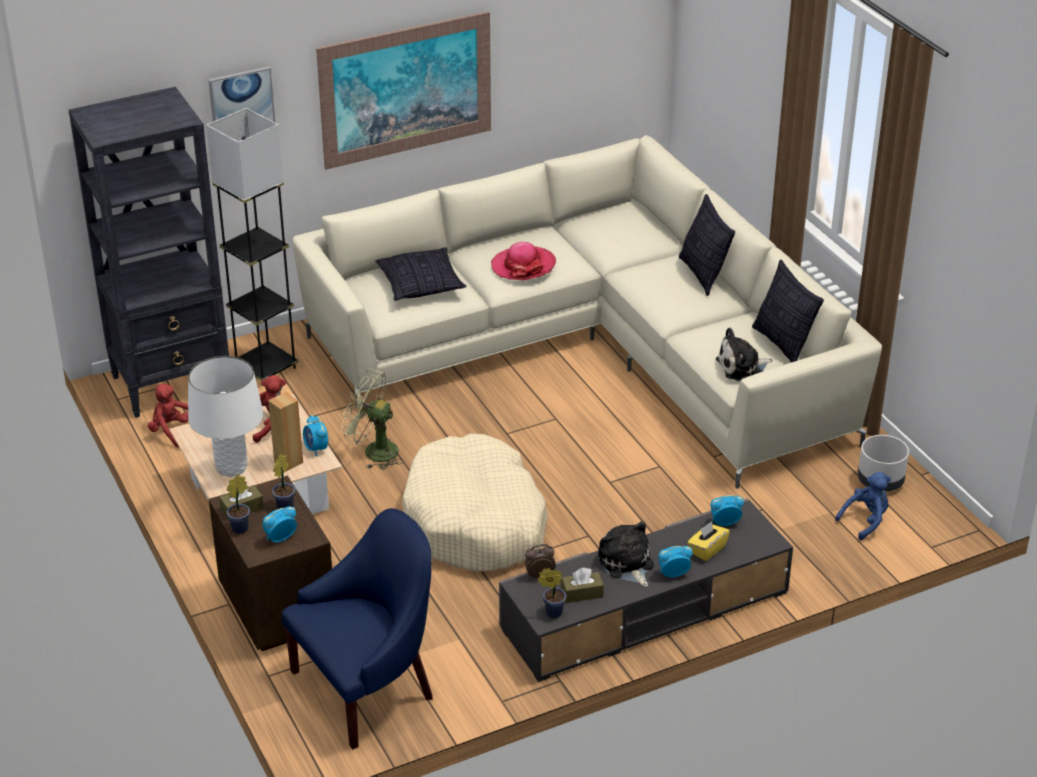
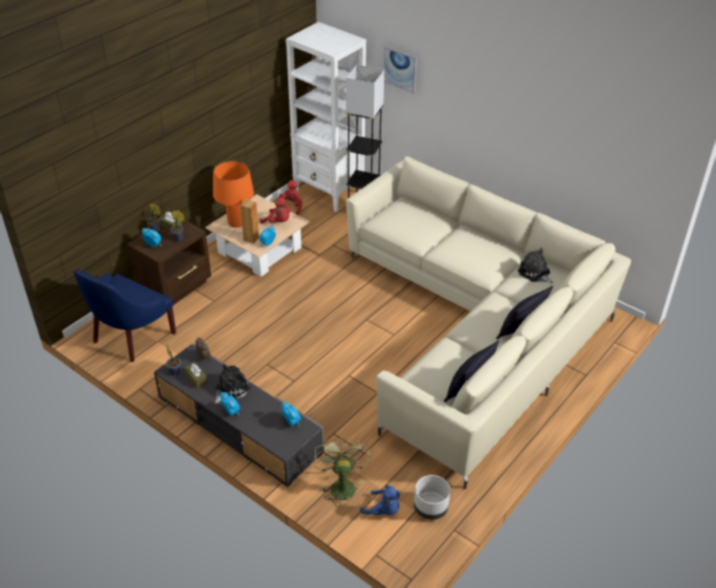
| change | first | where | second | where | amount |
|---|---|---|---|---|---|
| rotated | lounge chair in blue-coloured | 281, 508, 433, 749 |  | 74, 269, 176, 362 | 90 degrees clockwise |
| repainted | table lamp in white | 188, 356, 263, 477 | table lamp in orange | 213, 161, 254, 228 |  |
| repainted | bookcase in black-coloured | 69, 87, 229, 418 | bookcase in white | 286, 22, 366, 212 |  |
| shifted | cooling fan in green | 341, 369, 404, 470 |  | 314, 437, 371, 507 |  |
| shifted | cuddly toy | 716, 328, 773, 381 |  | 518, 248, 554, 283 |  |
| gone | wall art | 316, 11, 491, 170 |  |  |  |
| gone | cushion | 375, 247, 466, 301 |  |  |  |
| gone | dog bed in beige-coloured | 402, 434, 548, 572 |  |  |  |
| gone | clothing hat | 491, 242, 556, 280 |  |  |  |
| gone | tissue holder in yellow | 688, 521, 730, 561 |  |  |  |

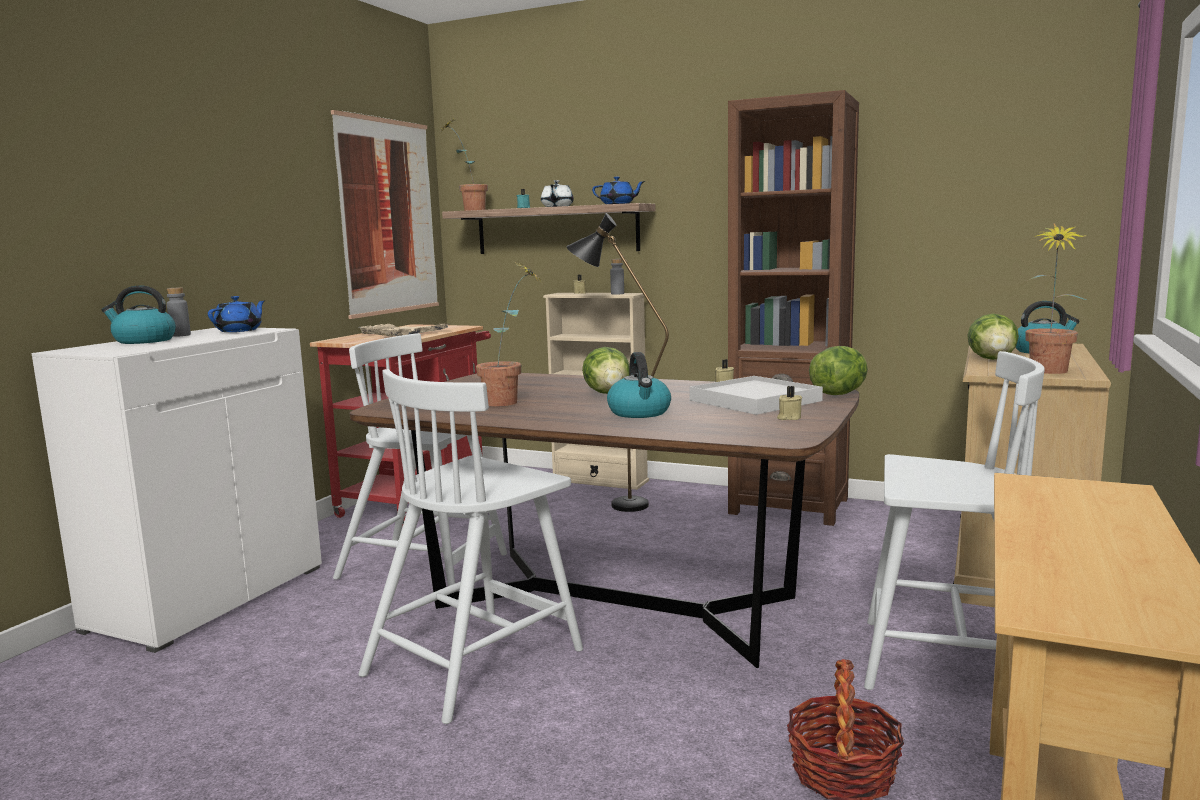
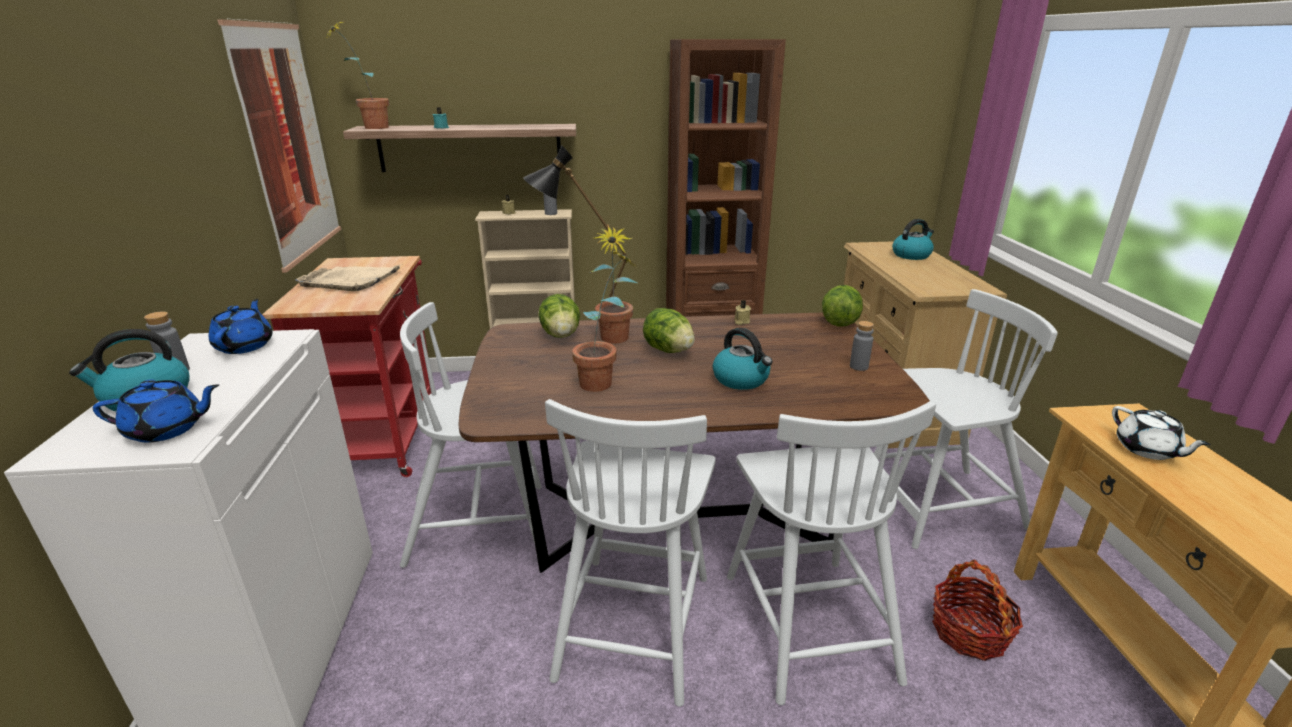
| change | first | where | second | where | amount |
|---|---|---|---|---|---|
| shifted | teapot in blue-coloured | 592, 177, 645, 204 |  | 93, 380, 219, 442 |  |
| shifted | lettuce head | 967, 314, 1019, 360 |  | 538, 294, 580, 338 |  |
| shifted | houseplant | 1025, 223, 1087, 374 |  | 591, 224, 638, 343 |  |
| new |  |  | upright chair in white | 727, 401, 936, 705 |  |
| swapped | candle in beige-coloured | 777, 386, 802, 420 | beverage bottle in gray | 850, 321, 874, 371 |  |
| shifted | teapot in white | 541, 180, 574, 207 |  | 1112, 406, 1211, 460 |  |
| gone | serving tray in white | 689, 376, 823, 415 |  |  |  |

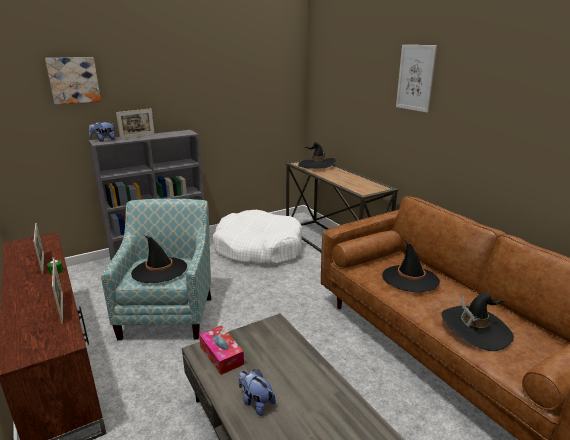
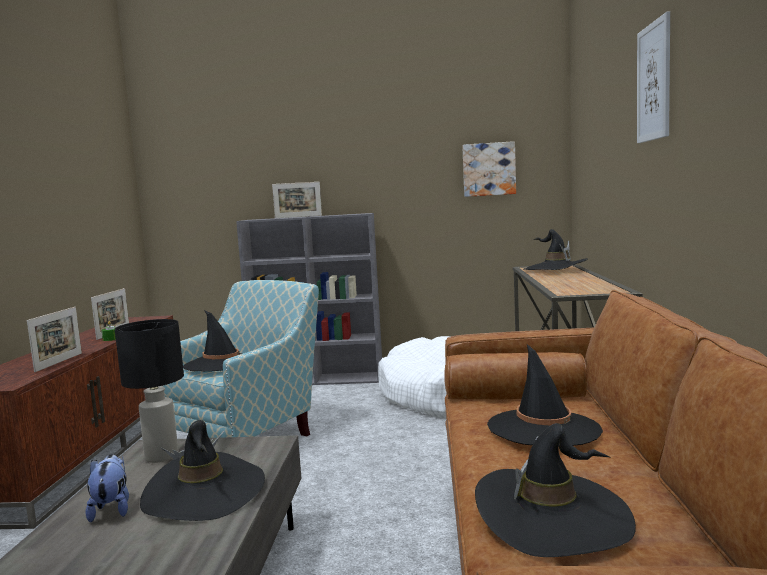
| change | first | where | second | where | amount |
|---|---|---|---|---|---|
| swapped | tissue holder | 199, 325, 244, 375 | table lamp in black-coloured | 115, 319, 184, 463 |  |
| new |  |  | clothing hat in black-coloured | 140, 420, 265, 521 |  |
| shifted | wall art | 45, 57, 101, 105 |  | 462, 141, 516, 197 |  |
| gone | cuddly toy | 89, 121, 115, 142 |  |  |  |

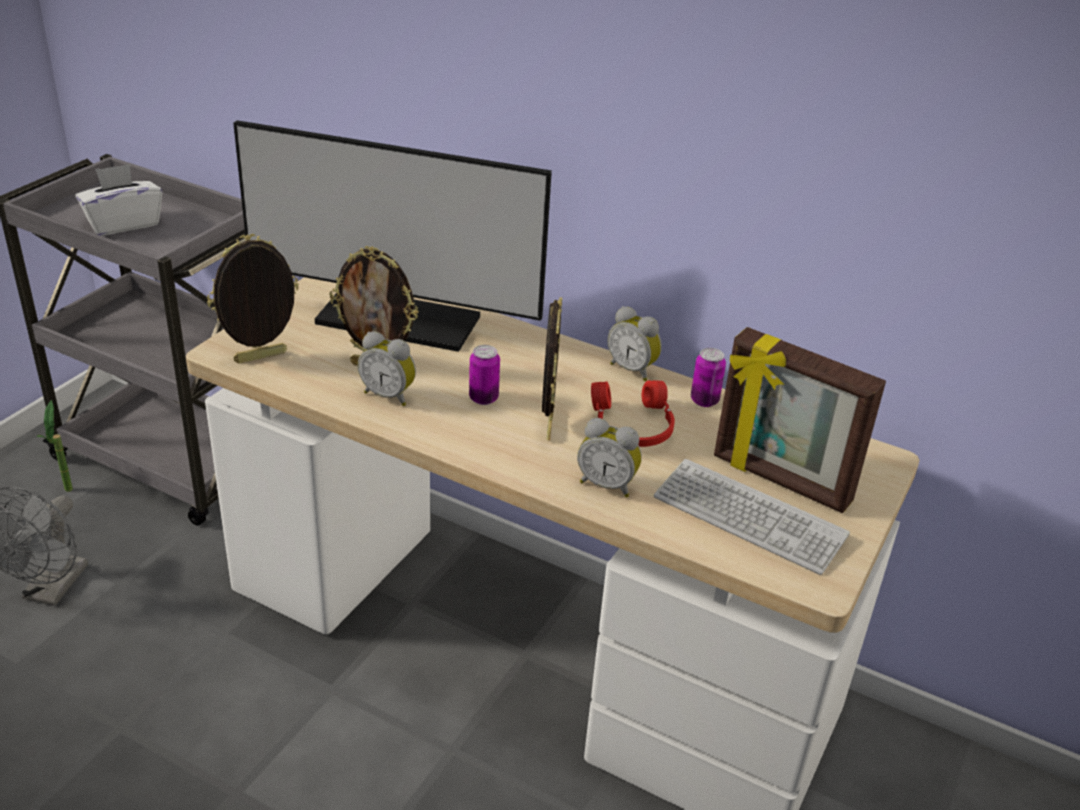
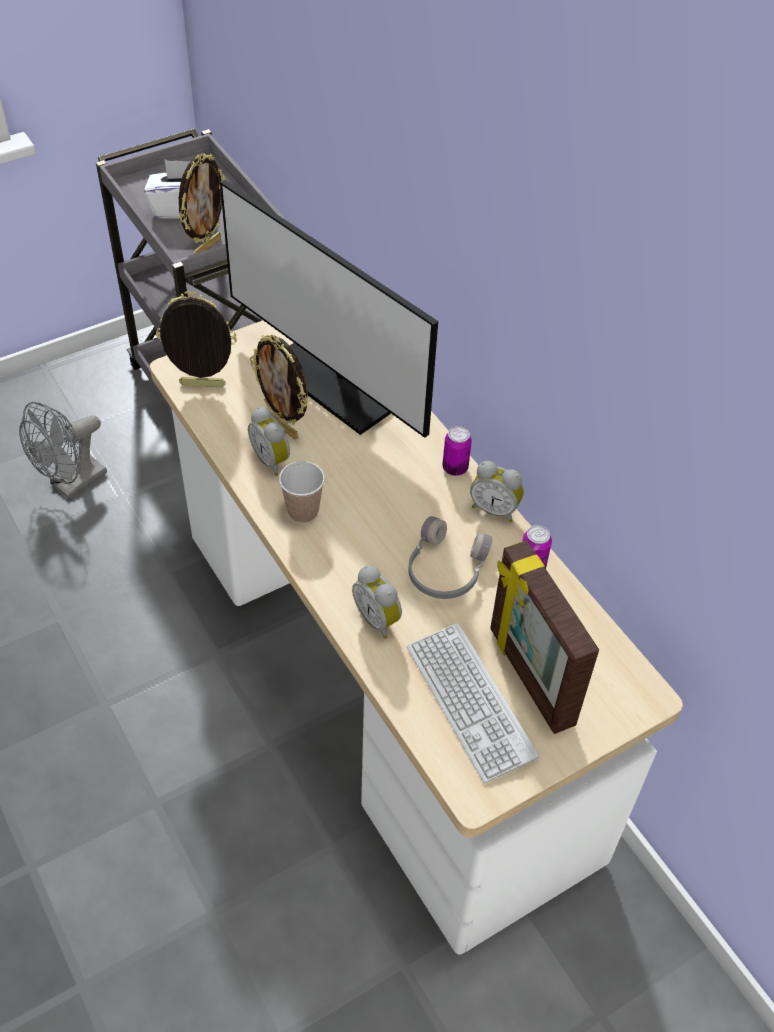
| change | first | where | second | where | amount |
|---|---|---|---|---|---|
| shifted | photo frame | 542, 297, 562, 441 |  | 179, 153, 226, 254 |  |
| new |  |  | small cup | 279, 461, 325, 523 |  |
| repainted | pair of headphones in red-coloured | 591, 380, 675, 447 | pair of headphones in gray | 408, 516, 492, 599 |  |
| shifted | can | 469, 345, 500, 405 |  | 442, 426, 472, 476 |  |
| rotated | alarm clock | 608, 306, 662, 381 |  | 470, 461, 524, 522 | 45 degrees counterclockwise |
| gone | houseplant | 36, 400, 73, 492 |  |  |  |

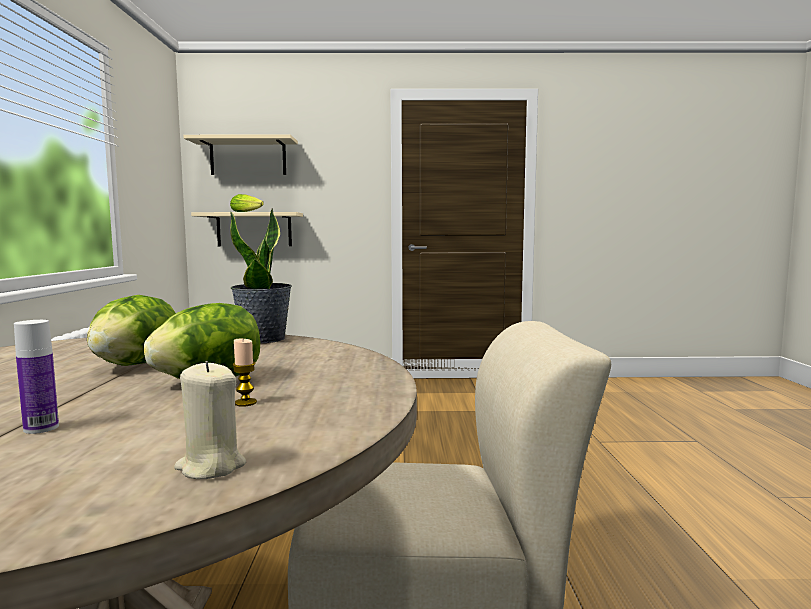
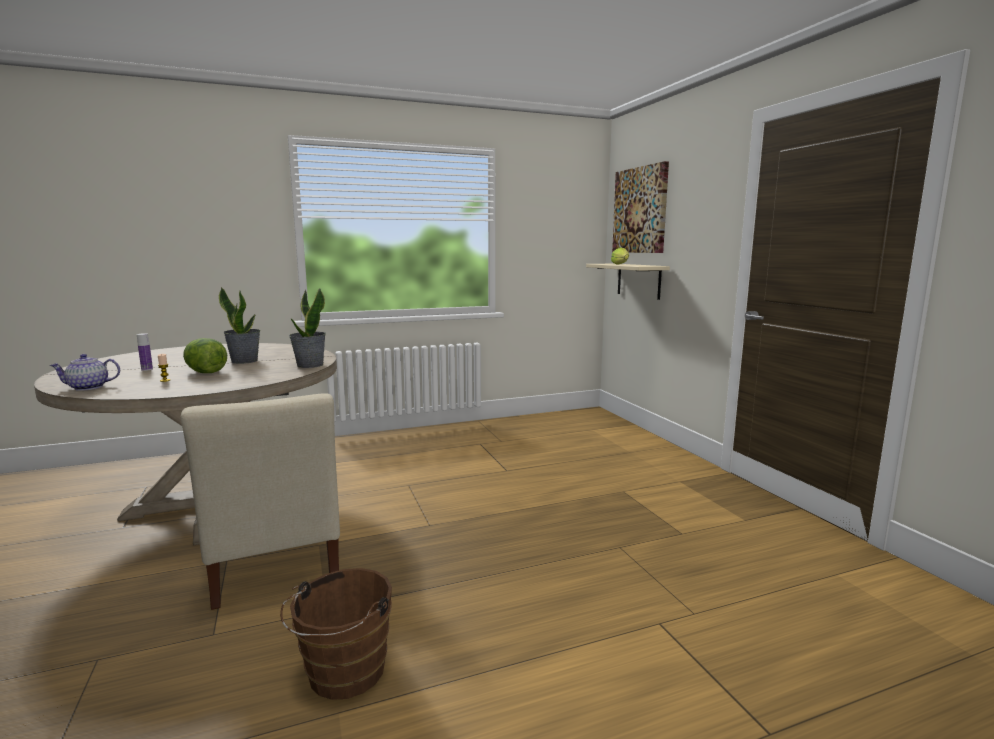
| change | first | where | second | where | amount |
|---|---|---|---|---|---|
| swapped | candle in beige-coloured | 174, 361, 246, 479 | teapot | 50, 354, 120, 391 |  |
| swapped | lettuce head | 87, 295, 176, 366 | houseplant | 219, 287, 260, 364 |  |
| new |  |  | bucket in brownish | 280, 568, 392, 700 |  |
| swapped | wall shelf in beige-coloured | 184, 134, 298, 175 | wall art | 612, 161, 669, 253 |  |

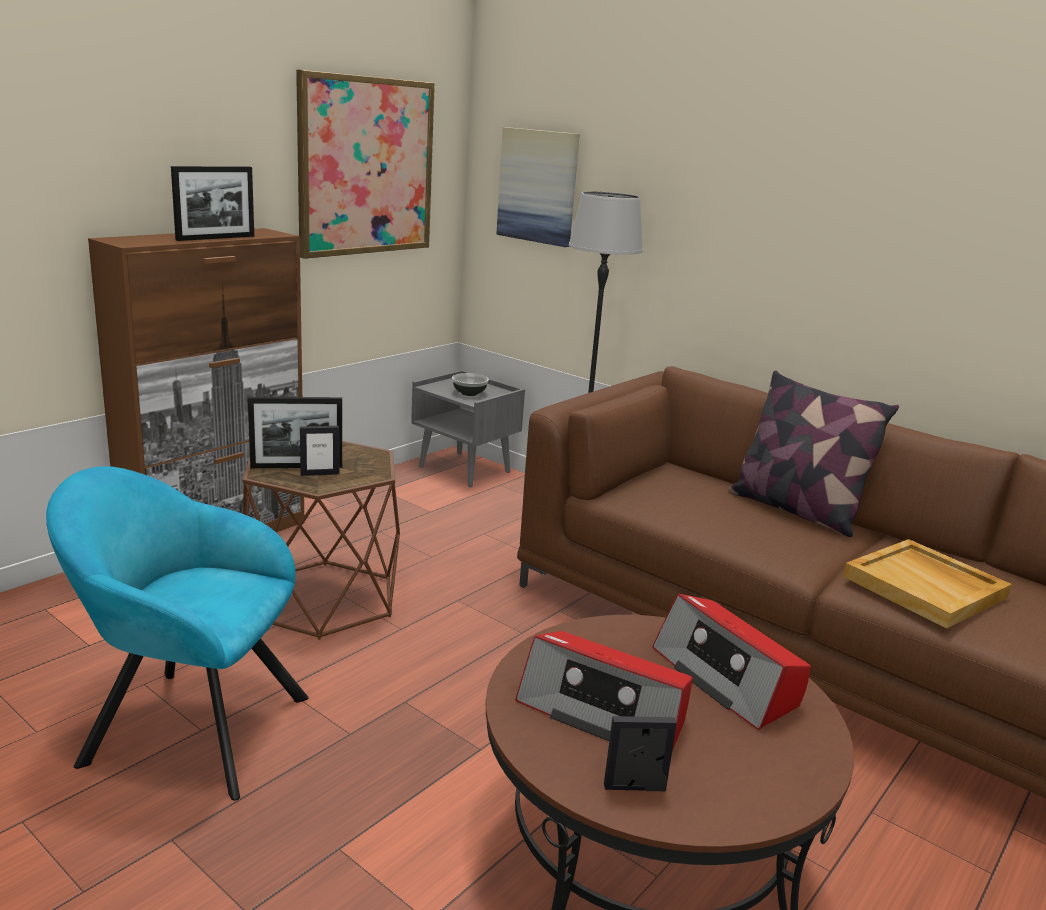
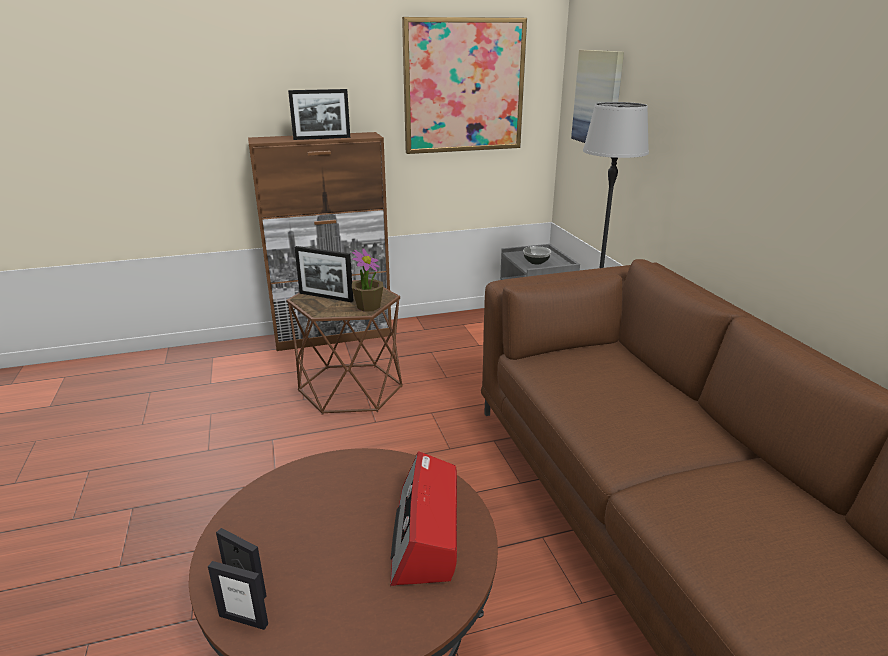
| change | first | where | second | where | amount |
|---|---|---|---|---|---|
| shifted | photo frame | 300, 426, 339, 476 |  | 208, 561, 268, 630 |  |
| new |  |  | houseplant | 352, 248, 383, 312 |  |
| gone | lounge chair in blue-green | 46, 466, 308, 801 |  |  |  |
| gone | radio set | 515, 631, 693, 751 |  |  |  |
| gone | cushion | 729, 370, 899, 537 |  |  |  |
| gone | serving tray in beige-coloured | 843, 539, 1012, 628 |  |  |  |

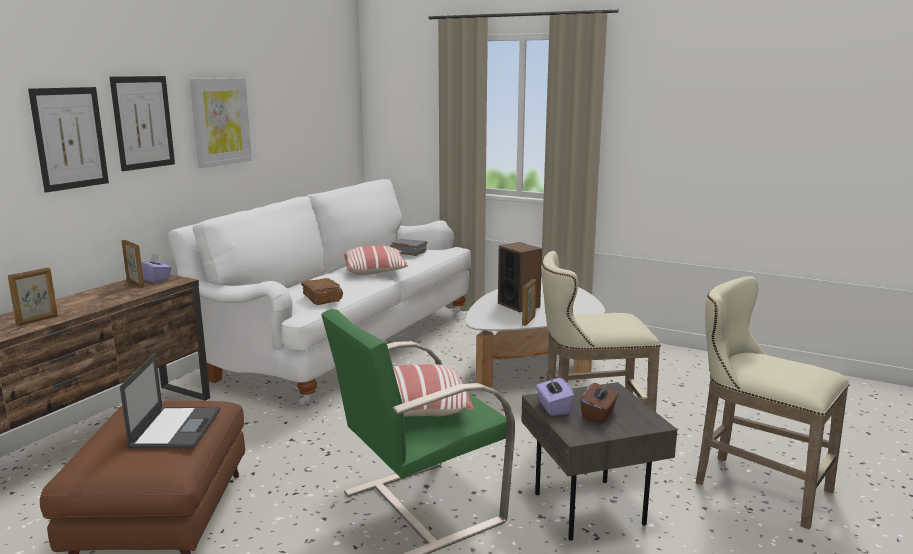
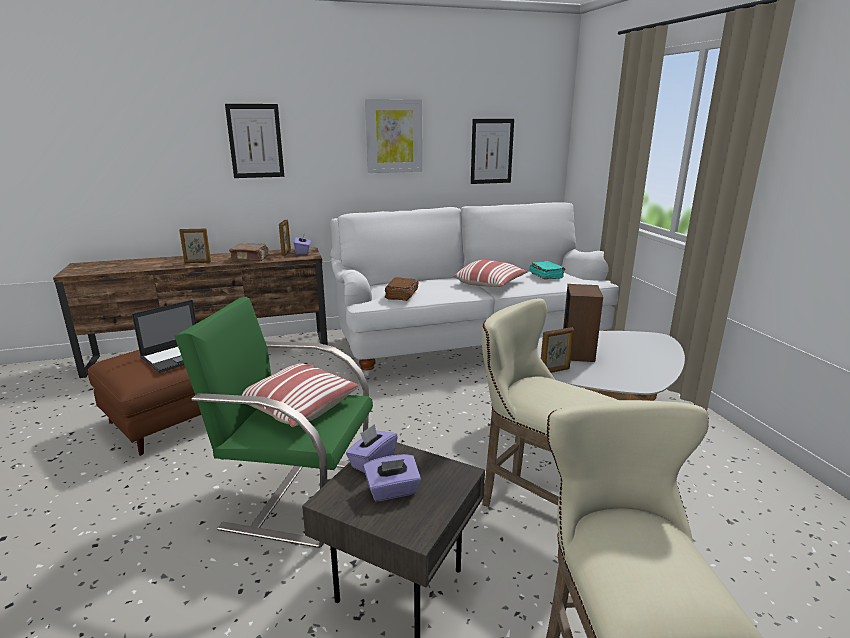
| change | first | where | second | where | amount |
|---|---|---|---|---|---|
| new |  |  | volume in brownish | 229, 243, 269, 261 |  |
| repainted | tissue holder in brownish | 580, 381, 619, 423 | tissue holder in purplish | 363, 454, 421, 501 |  |
| shifted | wall art | 109, 76, 175, 171 |  | 471, 119, 514, 184 |  |
| repainted | volume in gray | 390, 239, 428, 256 | volume in blue-green | 529, 261, 565, 280 |  |

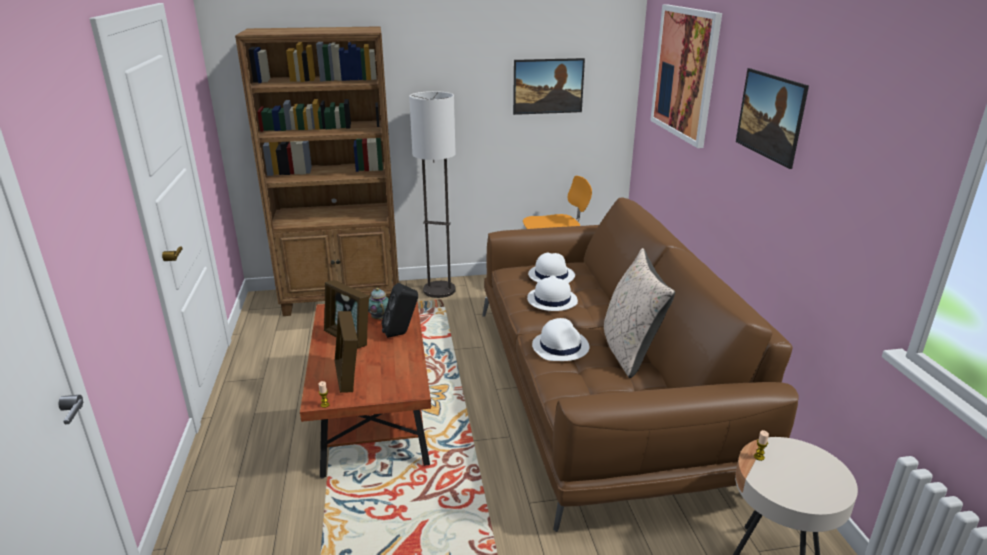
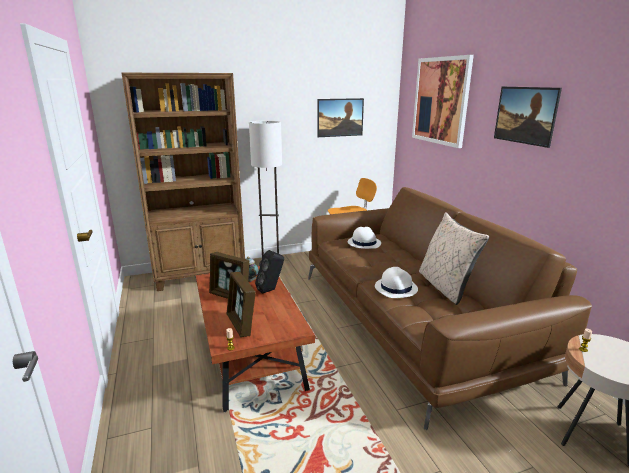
| change | first | where | second | where | amount |
|---|---|---|---|---|---|
| gone | clothing hat in white | 527, 275, 578, 311 |  |  |  |

